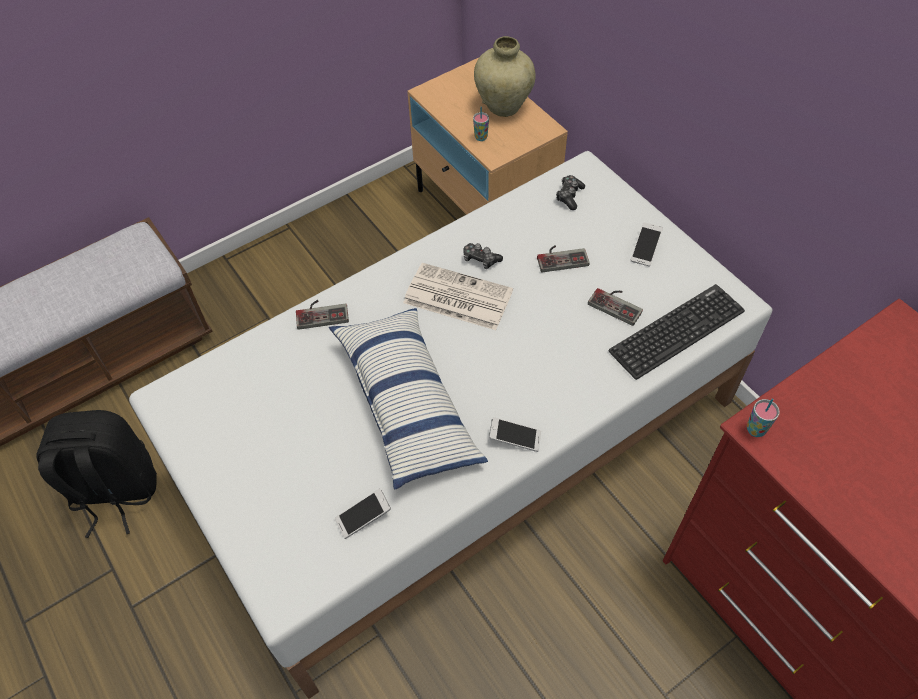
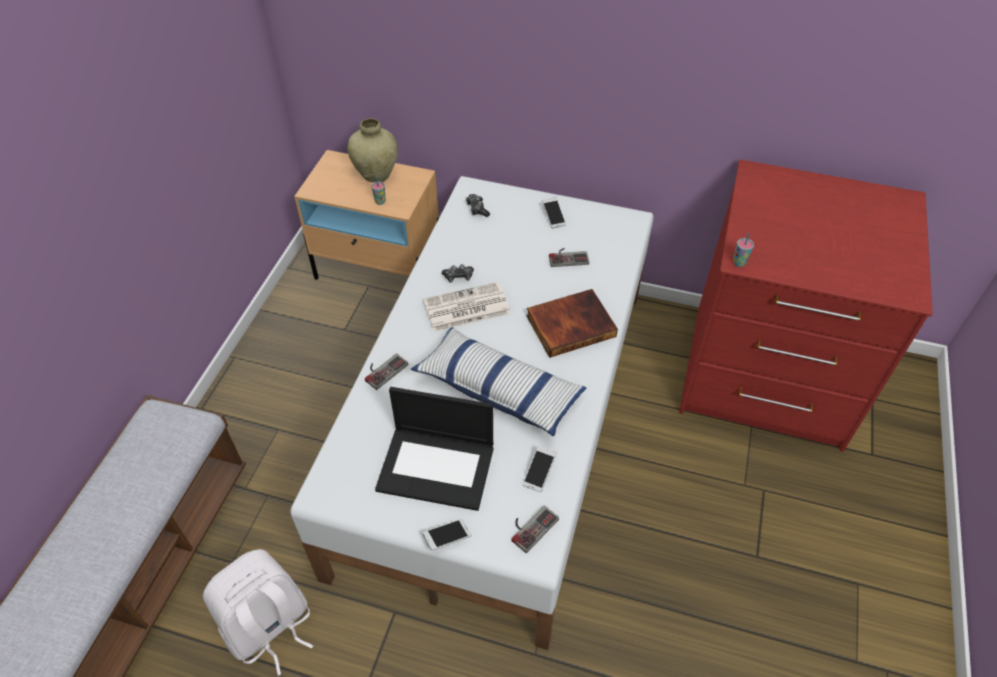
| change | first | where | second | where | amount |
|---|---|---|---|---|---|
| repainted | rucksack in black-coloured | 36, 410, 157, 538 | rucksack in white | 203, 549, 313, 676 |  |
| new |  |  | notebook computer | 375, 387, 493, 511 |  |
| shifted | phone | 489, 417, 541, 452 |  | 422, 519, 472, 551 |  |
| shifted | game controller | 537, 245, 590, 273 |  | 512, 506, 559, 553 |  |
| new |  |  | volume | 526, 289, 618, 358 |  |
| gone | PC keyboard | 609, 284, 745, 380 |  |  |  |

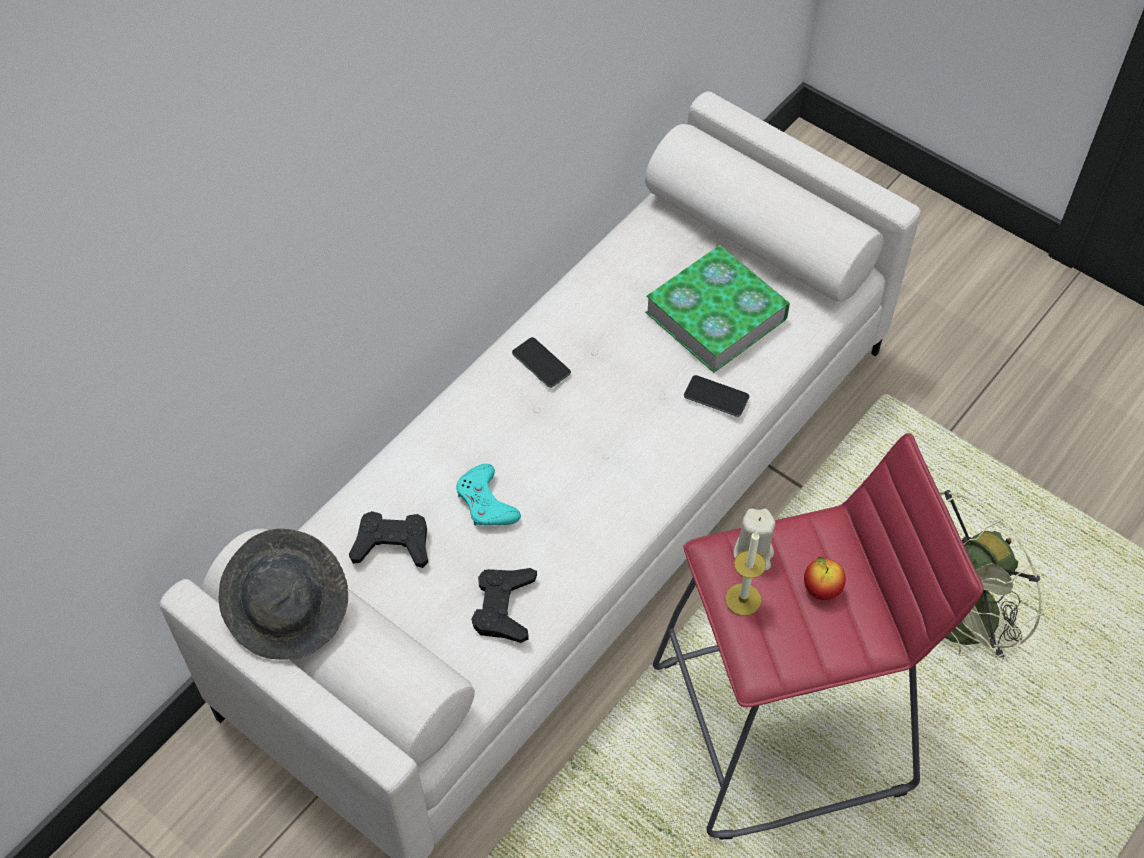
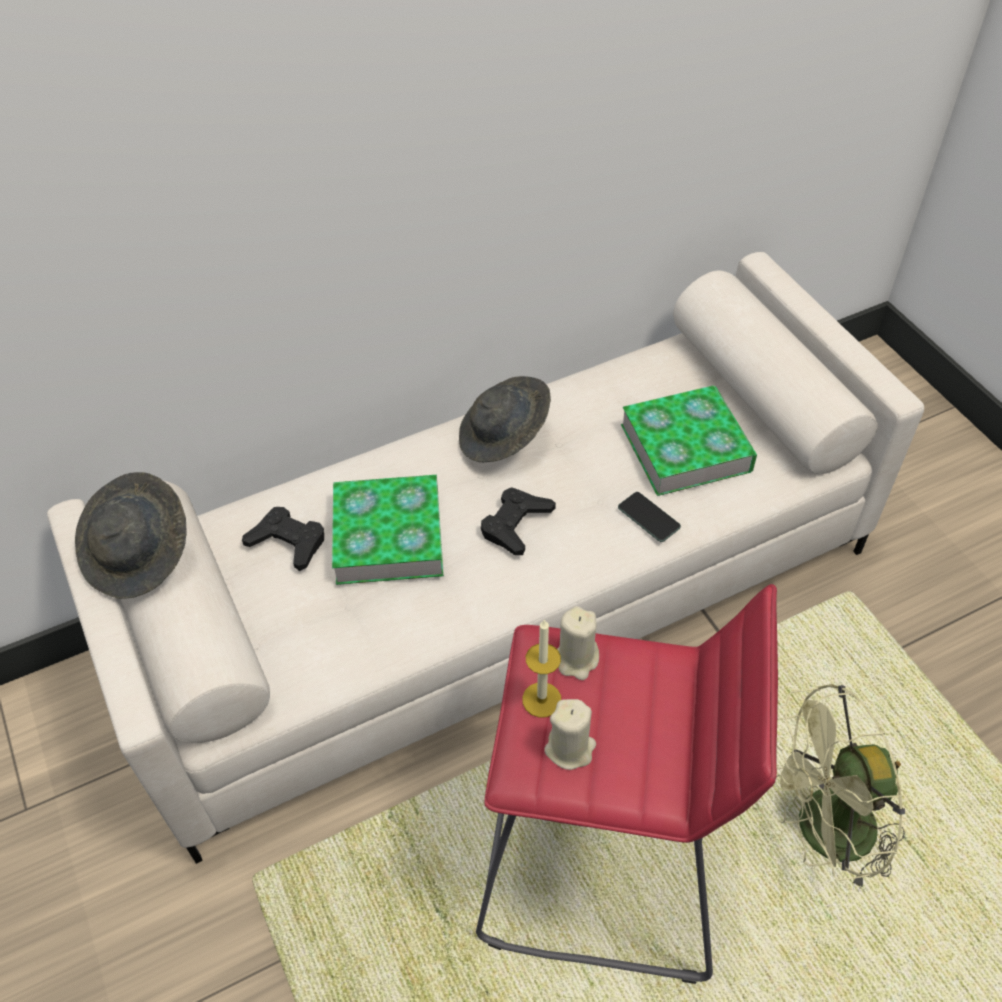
| change | first | where | second | where | amount |
|---|---|---|---|---|---|
| swapped | game controller in blue-green | 456, 464, 521, 526 | volume | 332, 475, 444, 585 |  |
| swapped | phone | 512, 337, 571, 388 | clothing hat in gray | 459, 376, 551, 463 |  |
| shifted | game controller in black-coloured | 472, 568, 537, 643 |  | 481, 487, 556, 555 |  |
| new |  |  | candle in beige-coloured | 544, 699, 596, 770 |  |
| gone | whole apple | 804, 557, 846, 600 |  |  |  |

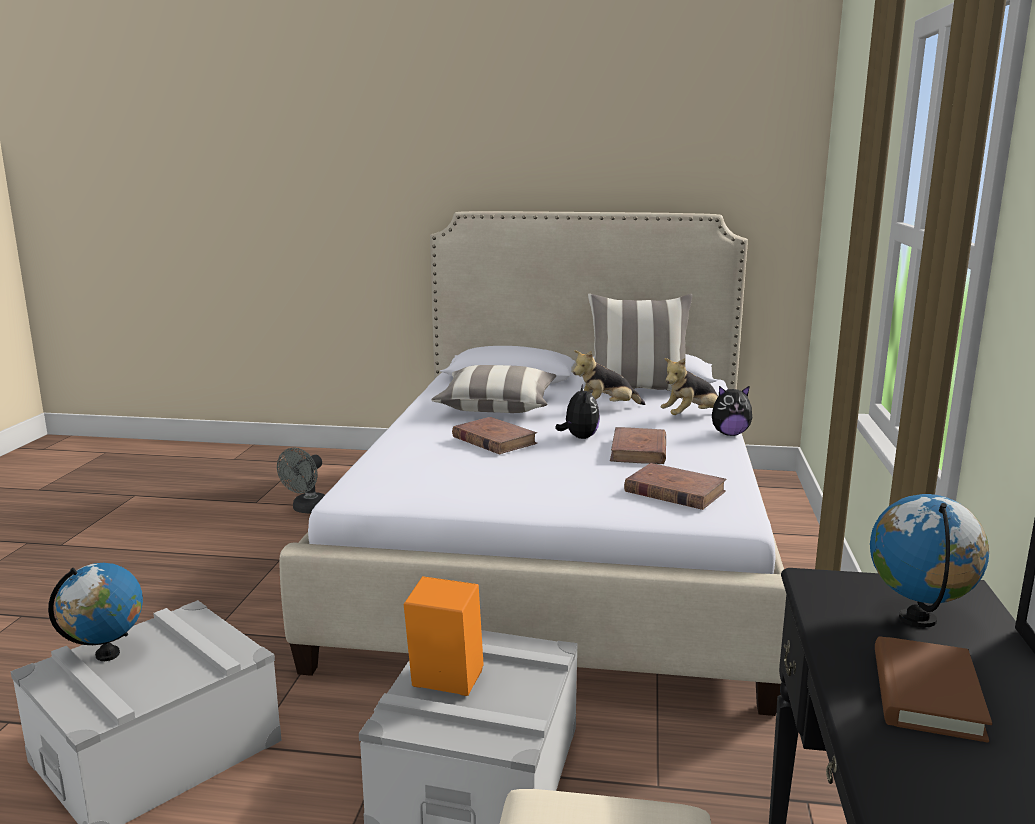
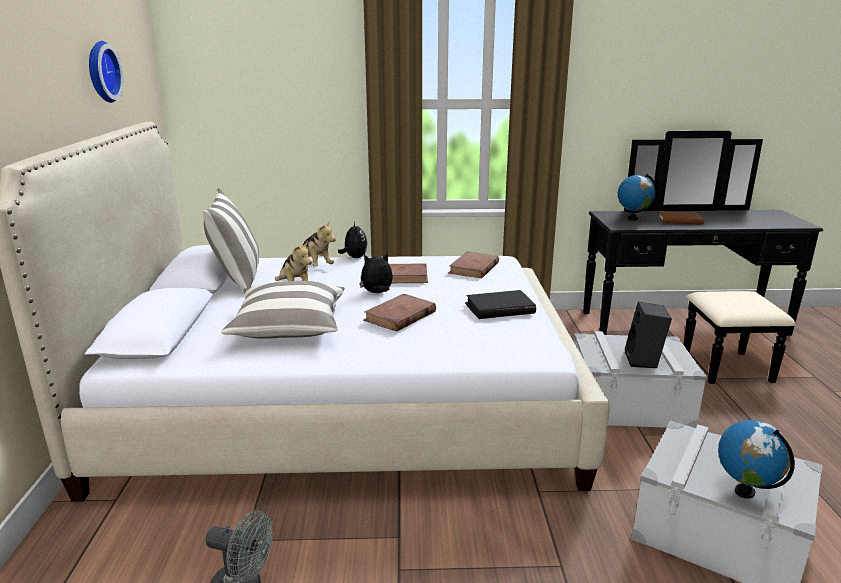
| change | first | where | second | where | amount |
|---|---|---|---|---|---|
| new |  |  | wall clock | 89, 41, 124, 103 |  |
| new |  |  | volume in black-coloured | 465, 290, 536, 319 |  |
| repainted | audio speaker in orange | 404, 576, 484, 696 | audio speaker in black-coloured | 625, 302, 672, 368 |  |

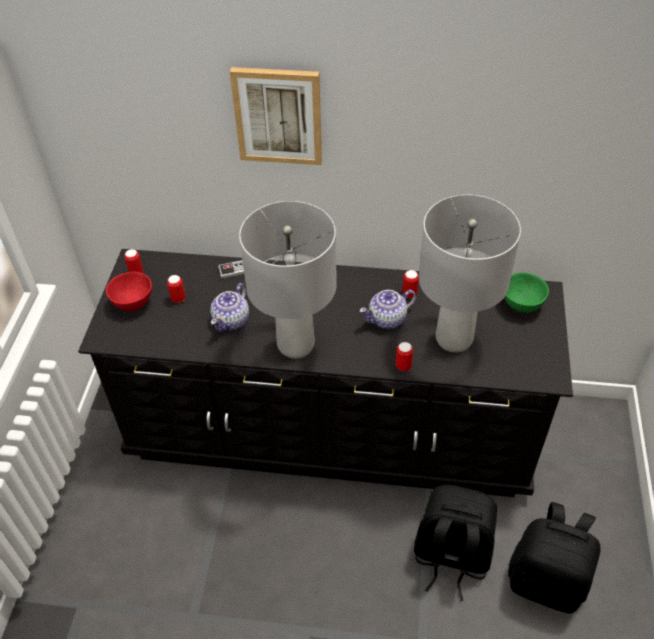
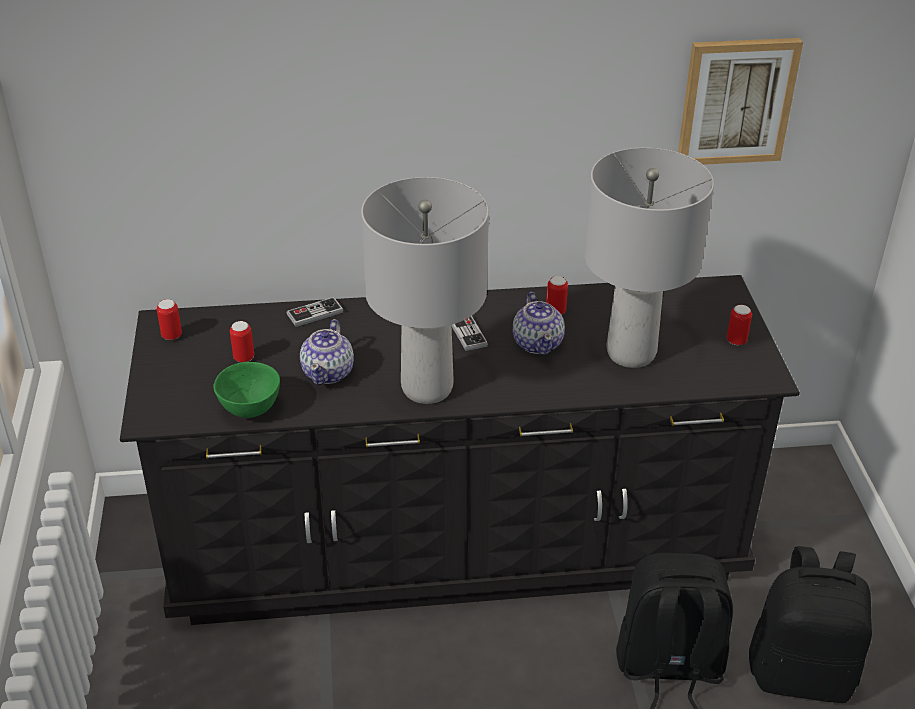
| change | first | where | second | where | amount |
|---|---|---|---|---|---|
| shifted | bowl in green | 505, 272, 549, 313 |  | 213, 362, 280, 418 |  |
| new |  |  | game controller | 452, 316, 488, 351 |  |
| rotated | teapot | 360, 290, 416, 329 |  | 513, 292, 565, 355 | 60 degrees counterclockwise |
| shifted | wall art | 230, 67, 322, 165 |  | 678, 38, 803, 165 |  |
| shifted | can | 396, 342, 413, 371 |  | 727, 305, 752, 345 |  |
| gone | bowl in red-coloured | 106, 272, 152, 311 |  |  |  |

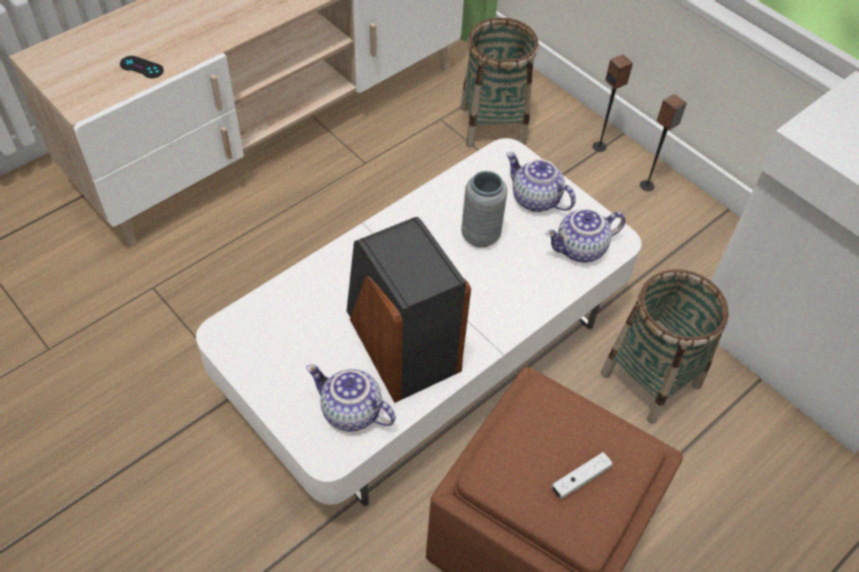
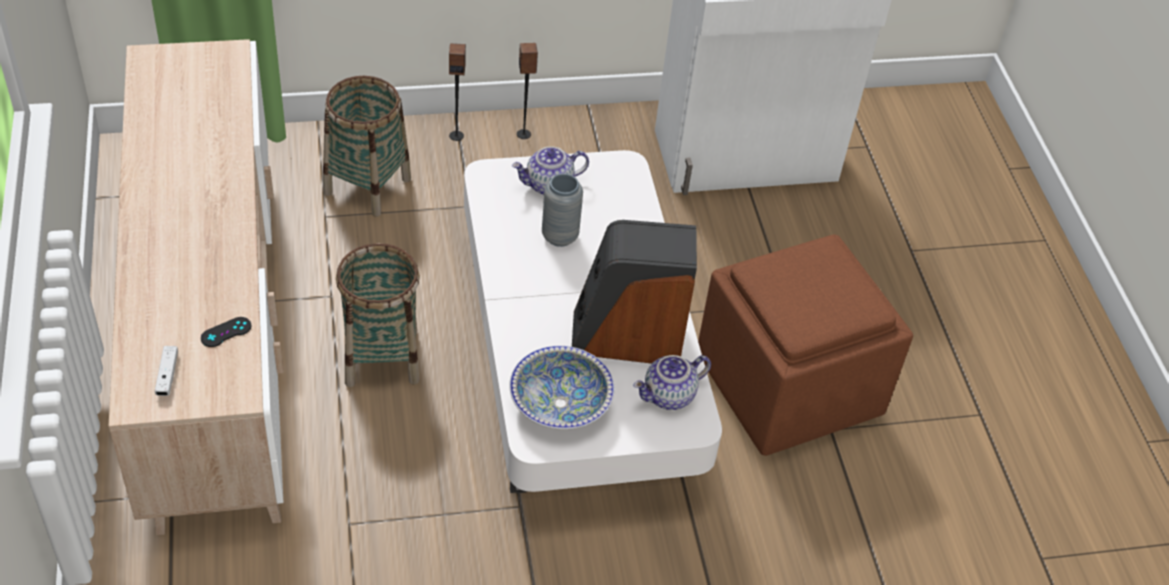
| change | first | where | second | where | amount |
|---|---|---|---|---|---|
| shifted | game controller in white | 551, 452, 613, 499 |  | 155, 346, 178, 396 |  |
| shifted | household basket | 601, 270, 729, 424 |  | 336, 243, 420, 387 |  |
| new |  |  | bowl | 509, 346, 615, 430 |  |
| gone | teapot | 546, 208, 626, 263 |  |  |  |

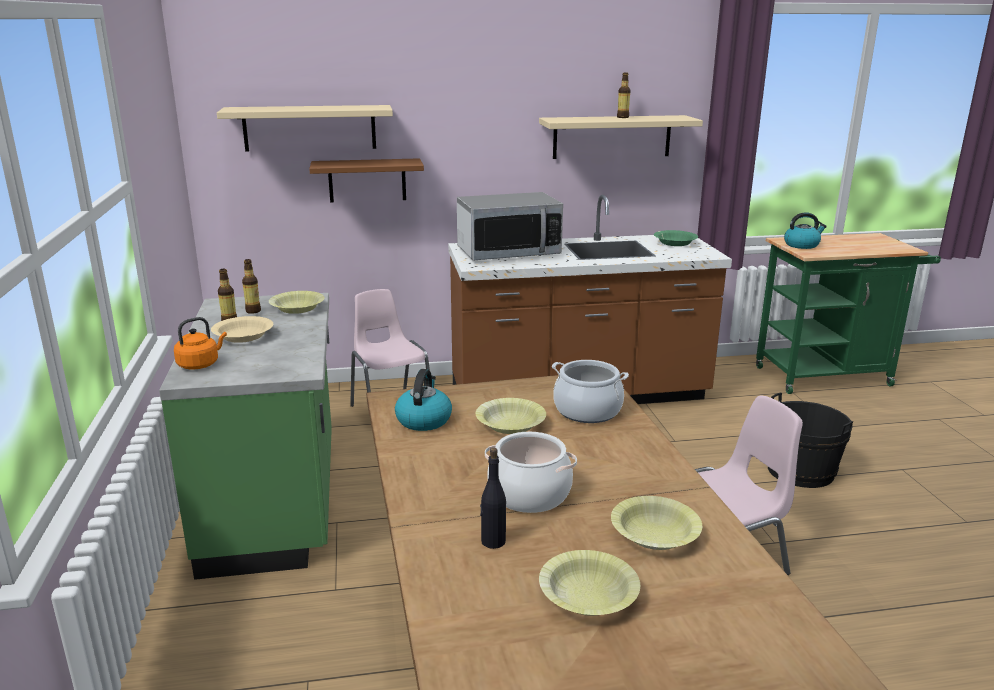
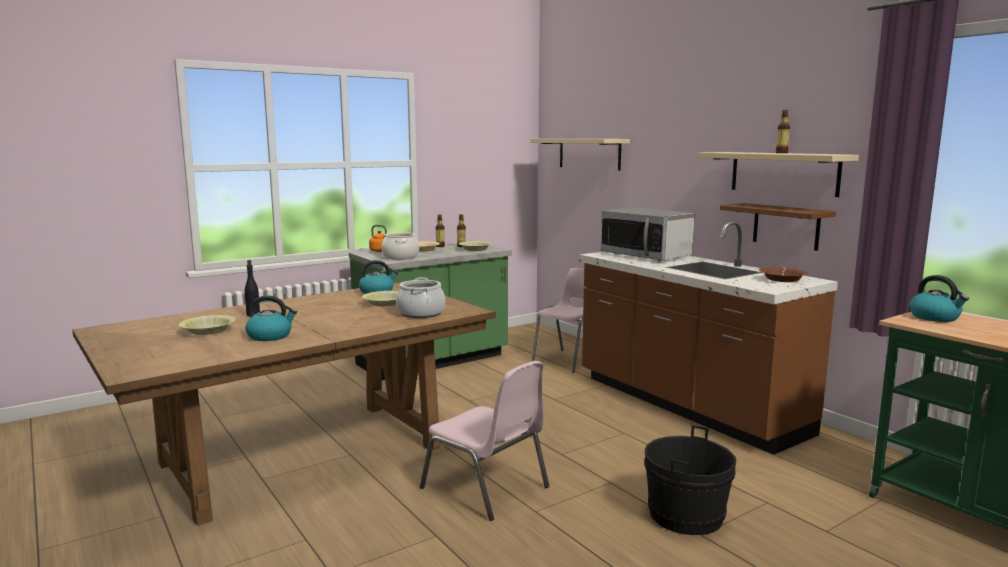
| change | first | where | second | where | amount |
|---|---|---|---|---|---|
| swapped | bowl in yellow | 611, 496, 702, 550 | kettle | 245, 295, 297, 341 |  |
| shifted | stockpot | 485, 432, 577, 513 |  | 381, 232, 419, 260 |  |
| shifted | wall shelf in brownish | 309, 158, 424, 203 |  | 720, 203, 836, 251 |  |
| repainted | bowl in green | 654, 230, 698, 246 | bowl in brownish | 759, 267, 808, 282 |  |

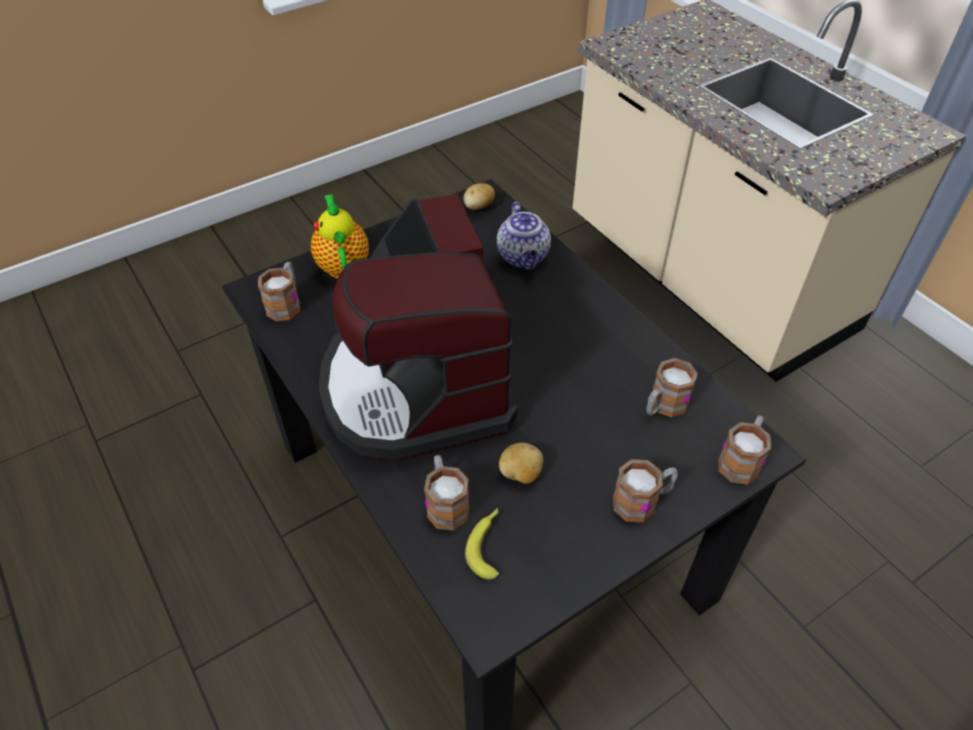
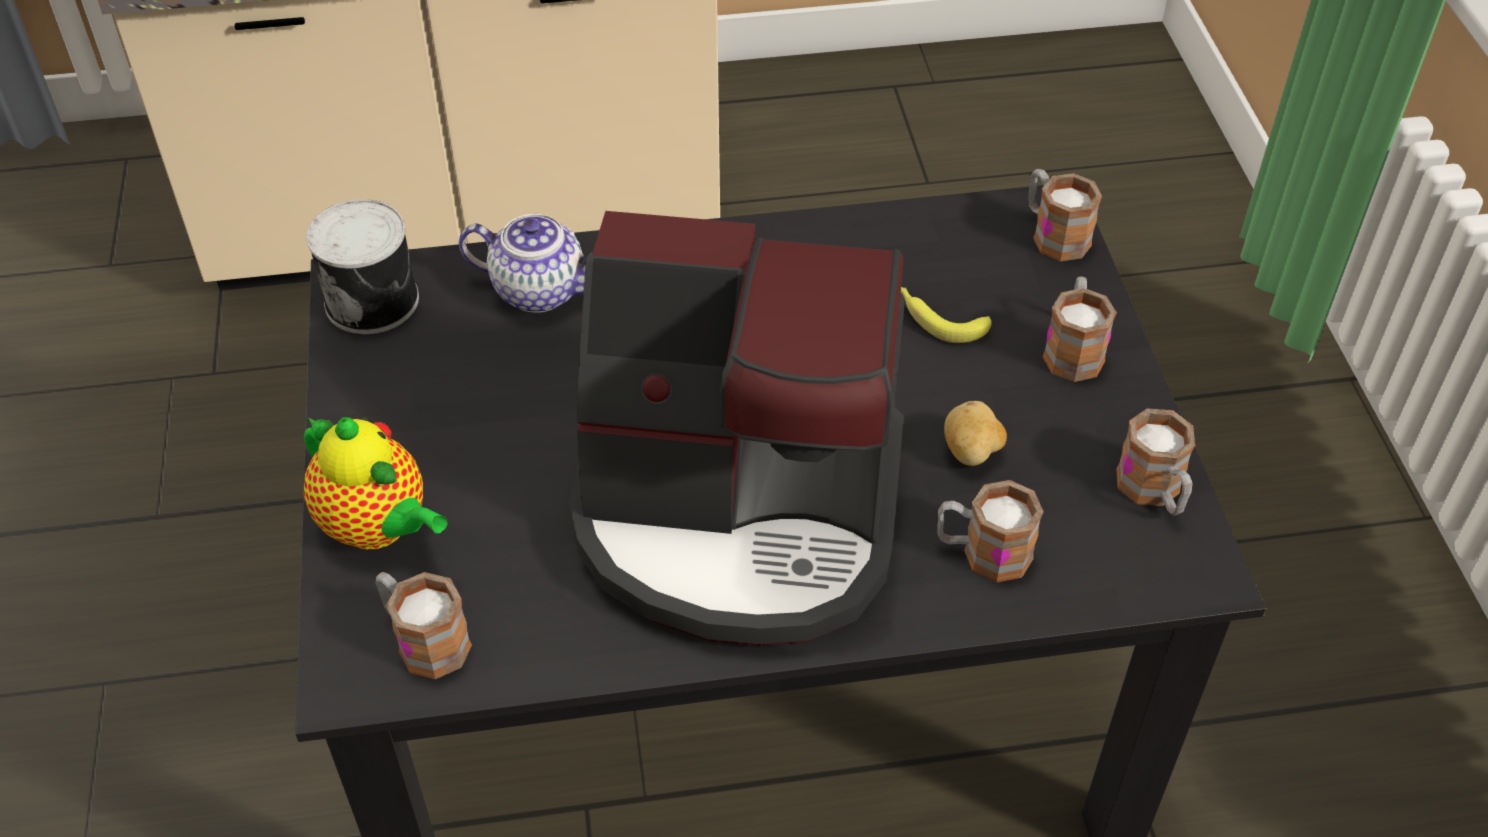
| change | first | where | second | where | amount |
|---|---|---|---|---|---|
| rotated | teapot | 311, 194, 369, 278 |  | 304, 417, 448, 550 | 150 degrees counterclockwise |
| swapped | potato | 463, 183, 495, 210 | can | 306, 199, 419, 334 |  |
| shifted | banana | 465, 508, 499, 579 |  | 901, 287, 992, 343 |  |
| shifted | coffee mug | 646, 358, 698, 417 |  | 1116, 408, 1195, 516 |  |

